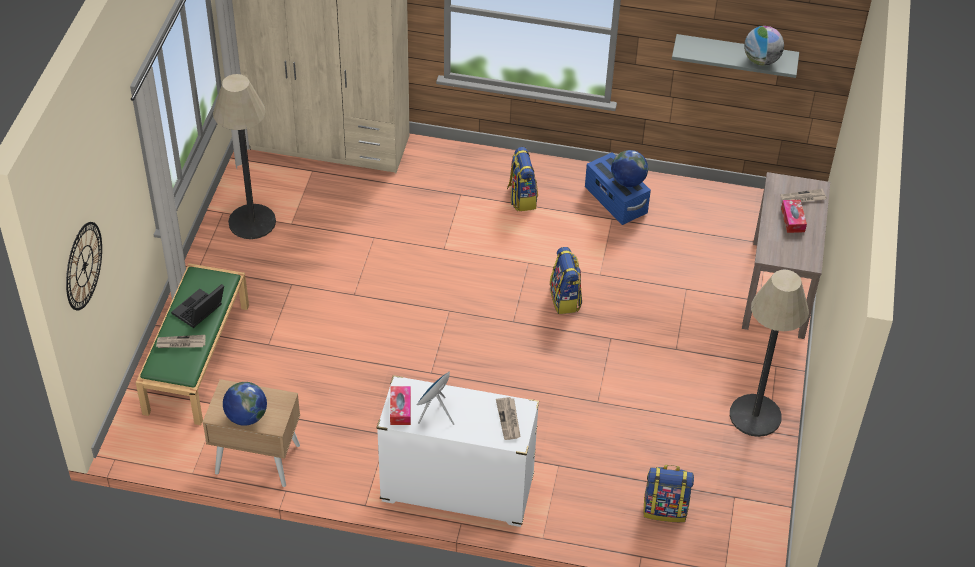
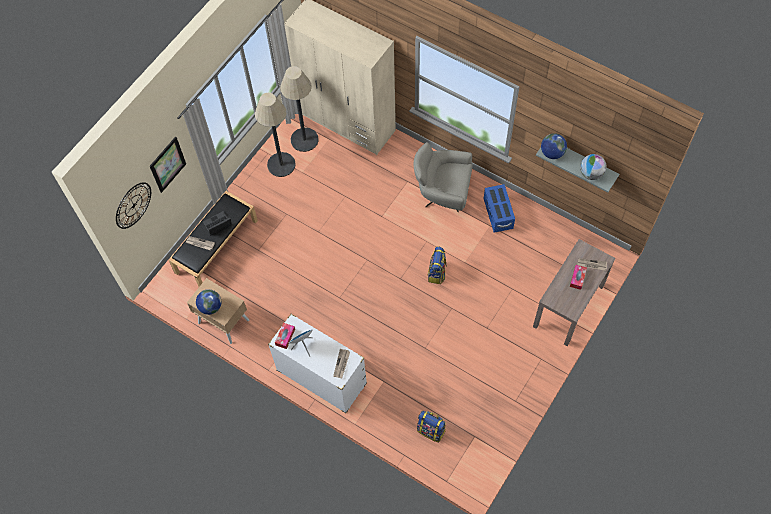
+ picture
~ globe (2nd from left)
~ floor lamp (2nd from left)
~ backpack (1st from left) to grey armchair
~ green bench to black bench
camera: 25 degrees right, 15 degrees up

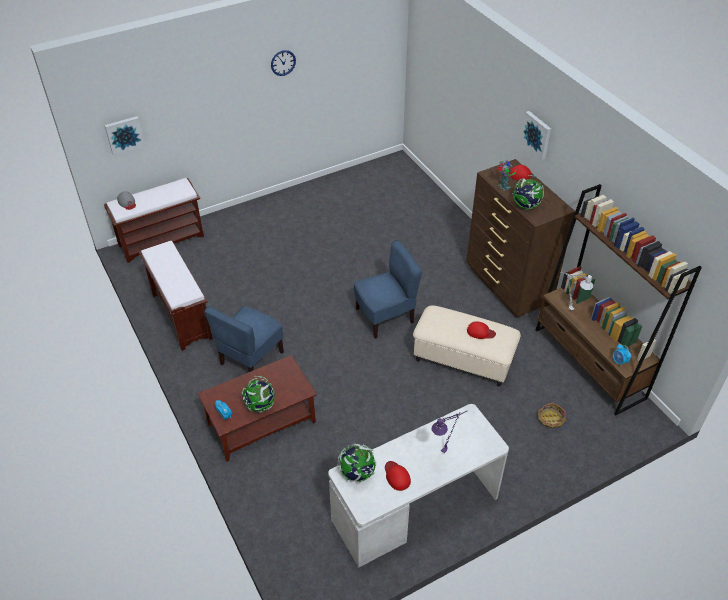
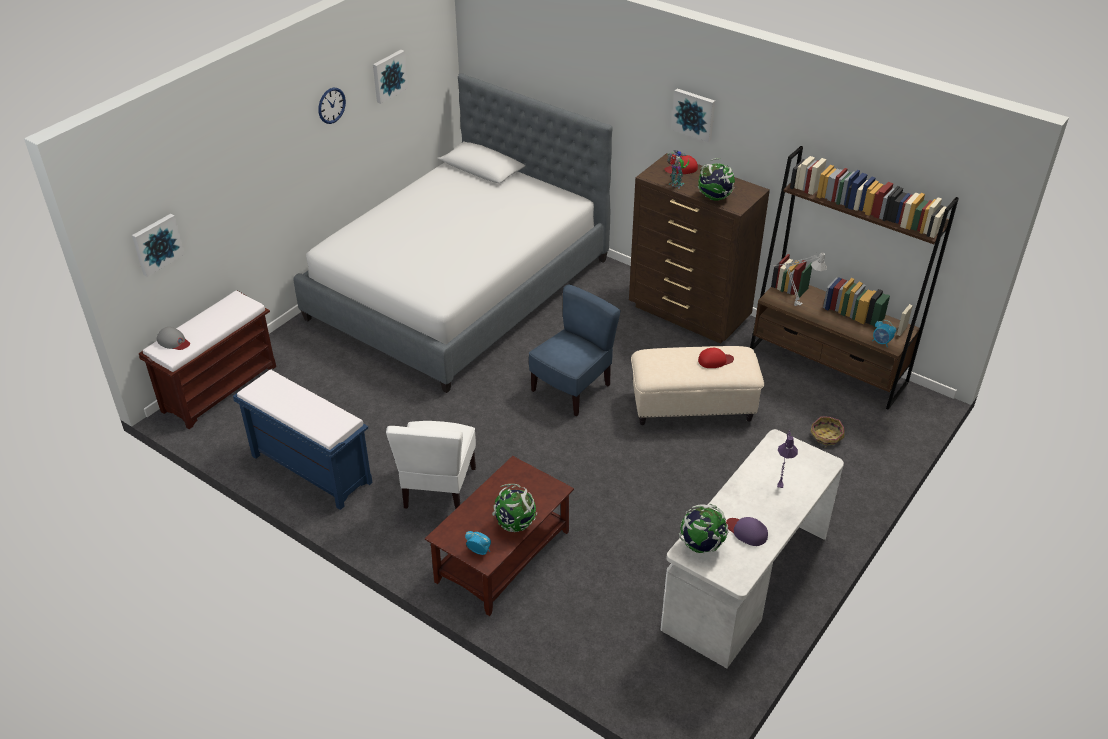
+ bed
+ picture (2nd from left)
~ brown bench (2nd from left) to blue bench
~ blue chair (1st from left) to white chair
~ red cap (1st from left) to purple cap
camera: 25 degrees left, 5 degrees down

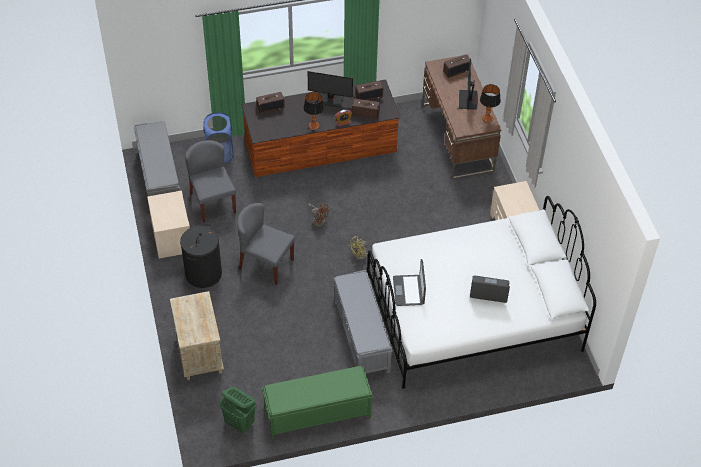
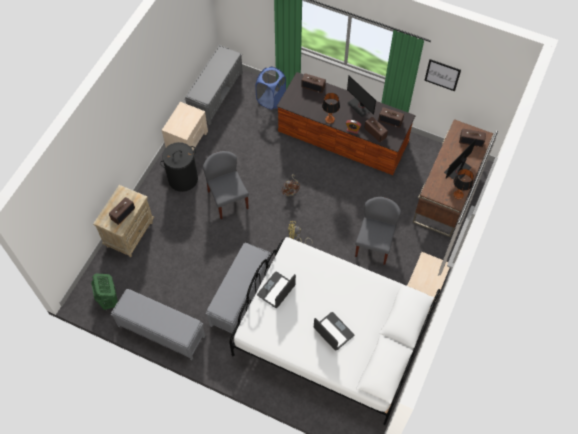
+ radio (1st from left)
+ picture
~ grey chair (1st from left in the first image) to grey chair (2nd from left)
~ green bench to grey bench (1st from left)
camera: 40 degrees right, 10 degrees up

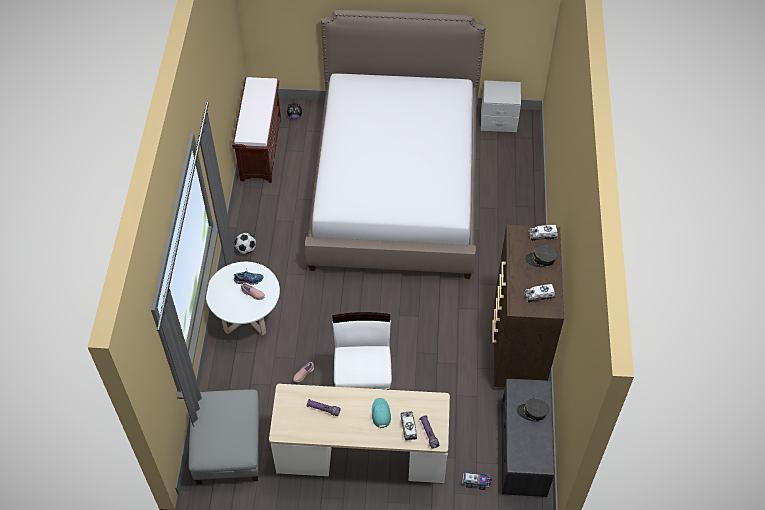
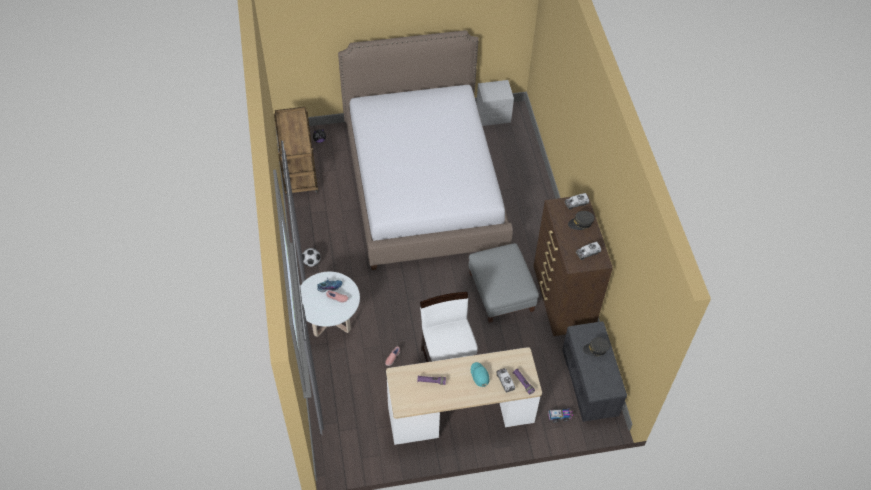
~ grey ottoman
~ brown bench to brown cart
camera: 15 degrees left, 0 degrees up

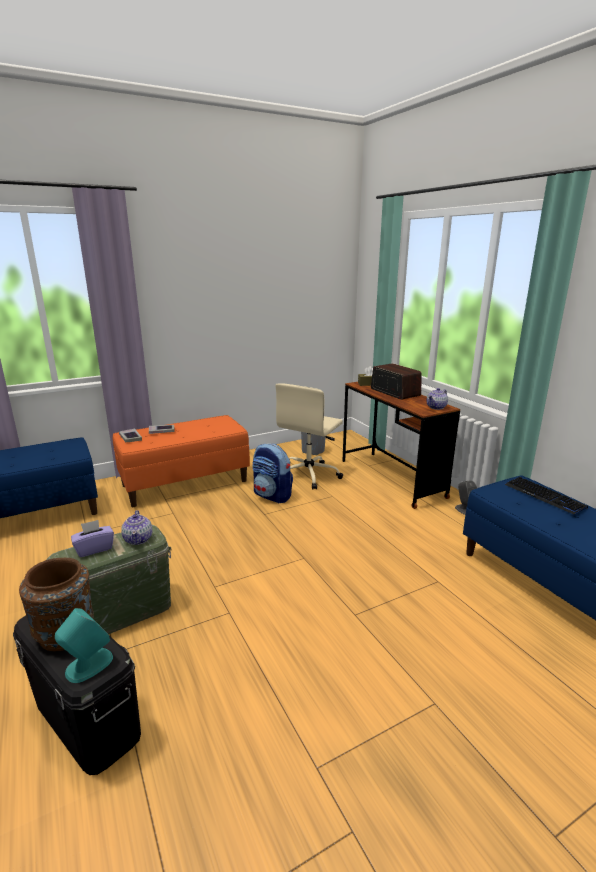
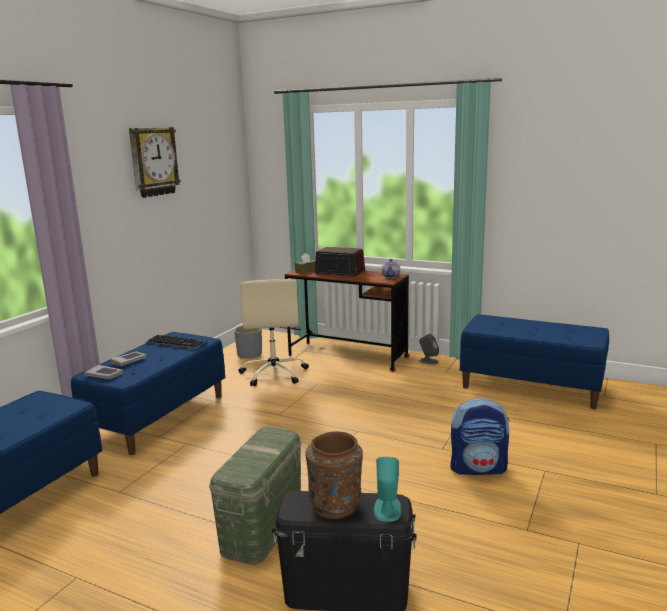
- purple tissue box
- teapot (1st from left)
+ wall clock
~ backpack
~ keyboard
~ orange bench to blue bench (2nd from left)
camera: 35 degrees left, 5 degrees down

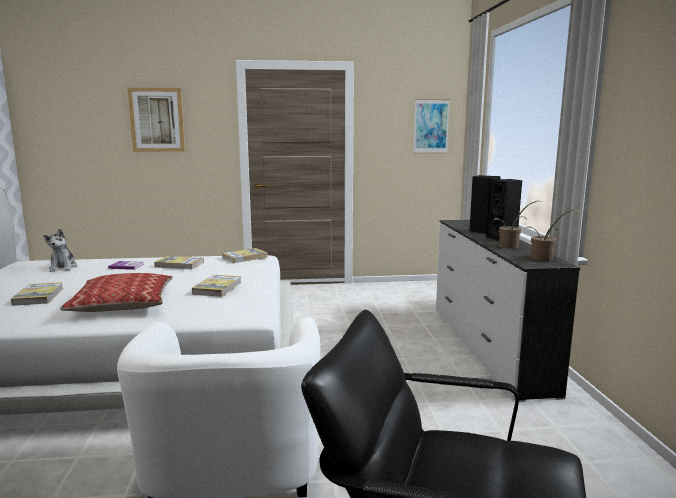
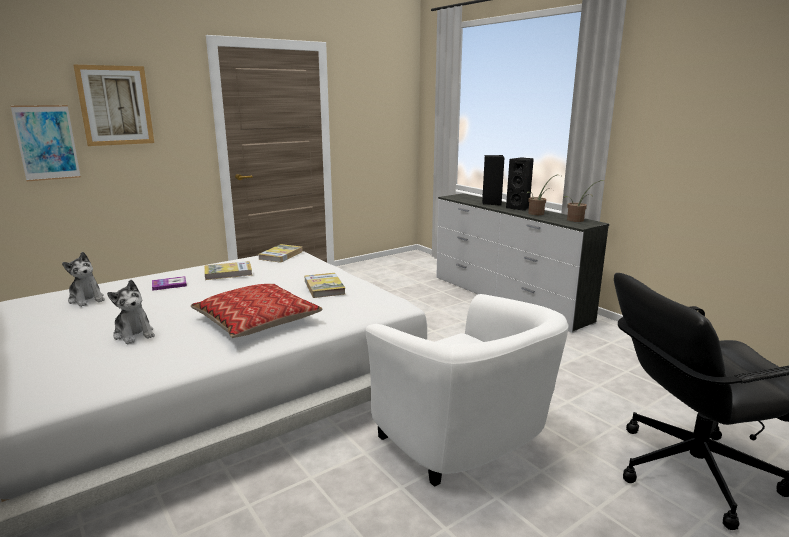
~ picture (2nd from left in the first image) to picture (1st from left)
~ book (1st from left) to plush toy (2nd from left)
camera: 30 degrees left, 5 degrees up

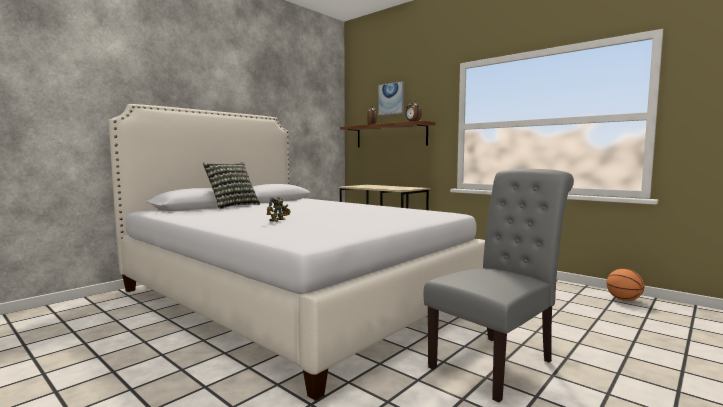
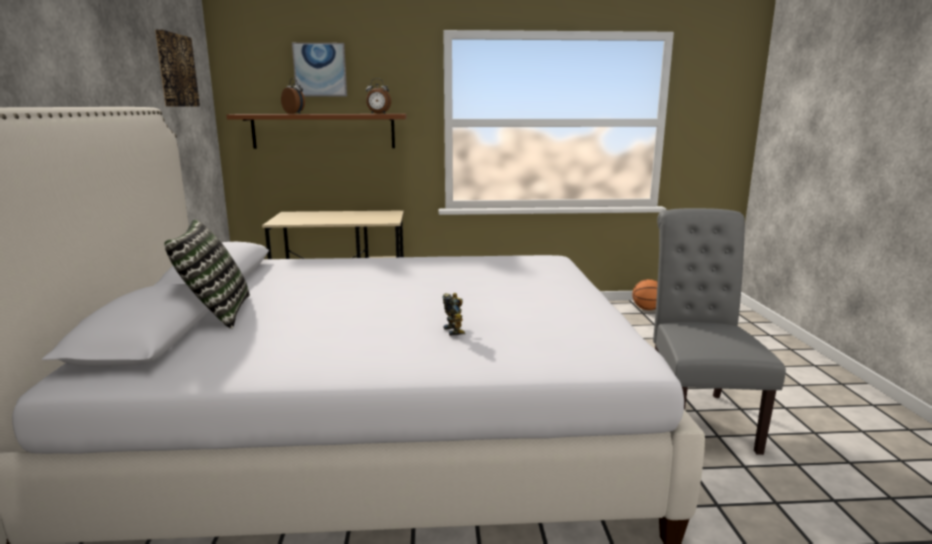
+ picture (1st from left)
camera: 45 degrees left, 10 degrees up

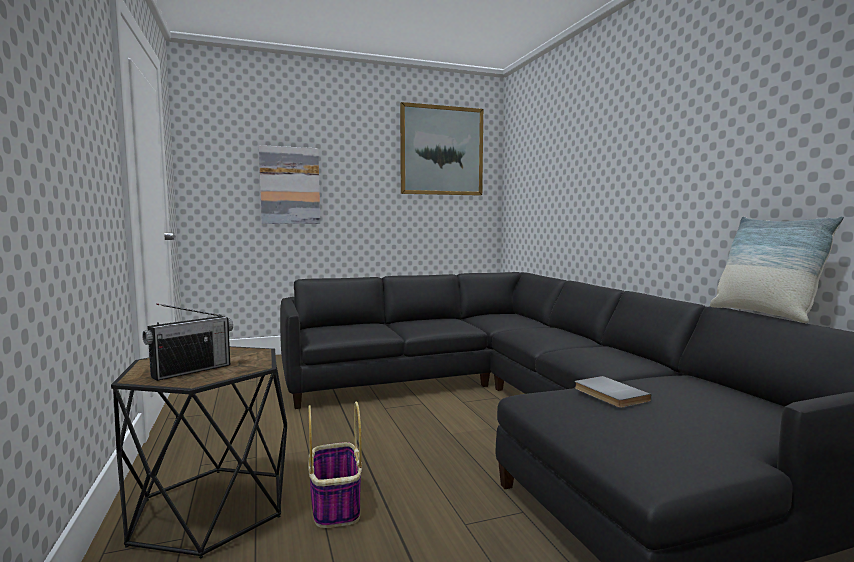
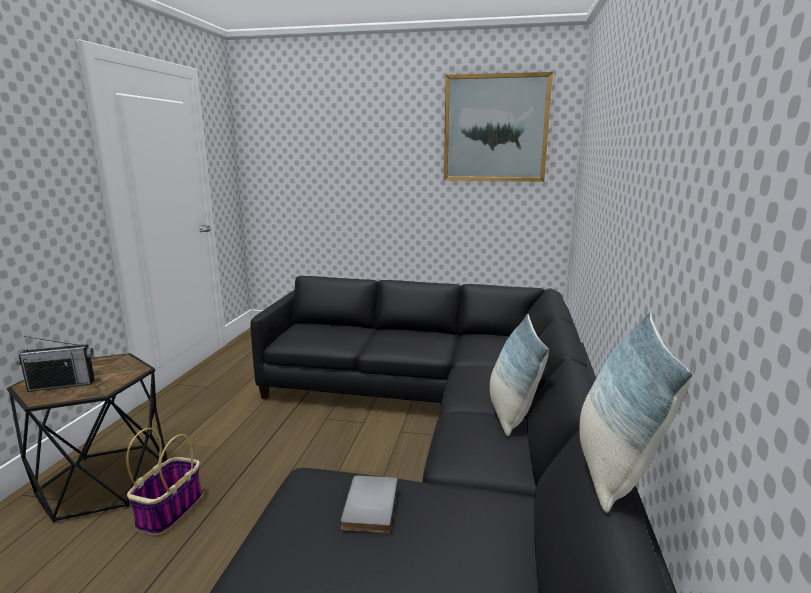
- picture (1st from left)
+ pillow (1st from left)
camera: 30 degrees right, 10 degrees up

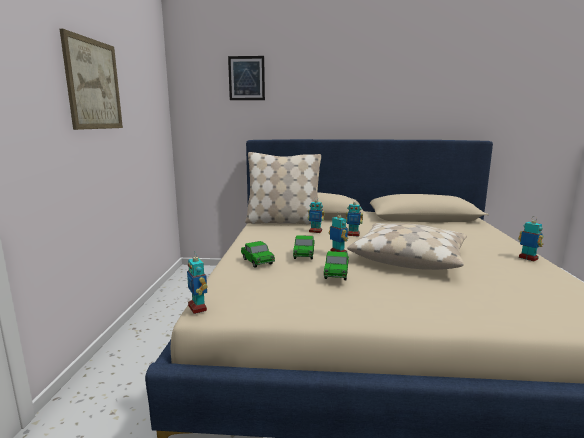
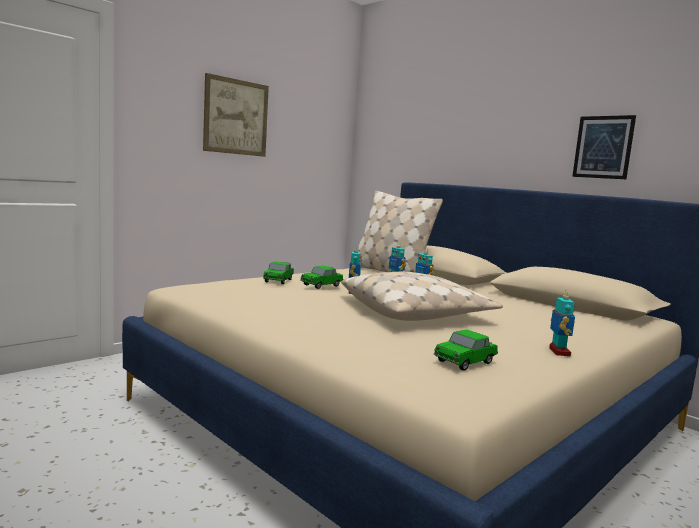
- toy robot (1st from left)
~ picture (2nd from left)
~ toy car (3rd from left)
camera: 40 degrees right, 5 degrees down

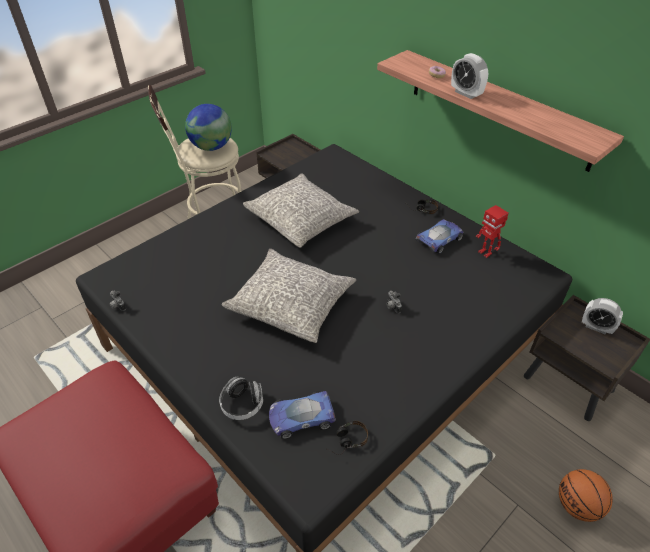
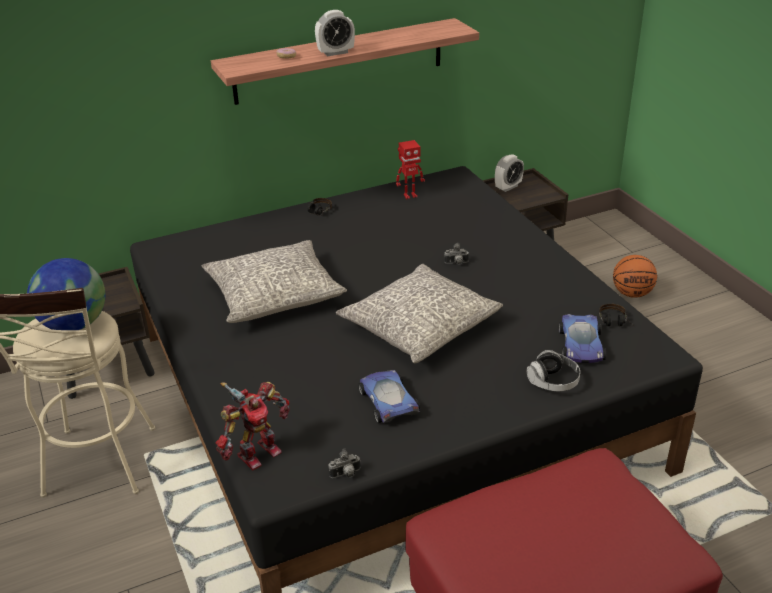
+ toy robot (1st from left)
~ toy car (2nd from left in the first image) to toy car (1st from left)
camera: 70 degrees left, 10 degrees down

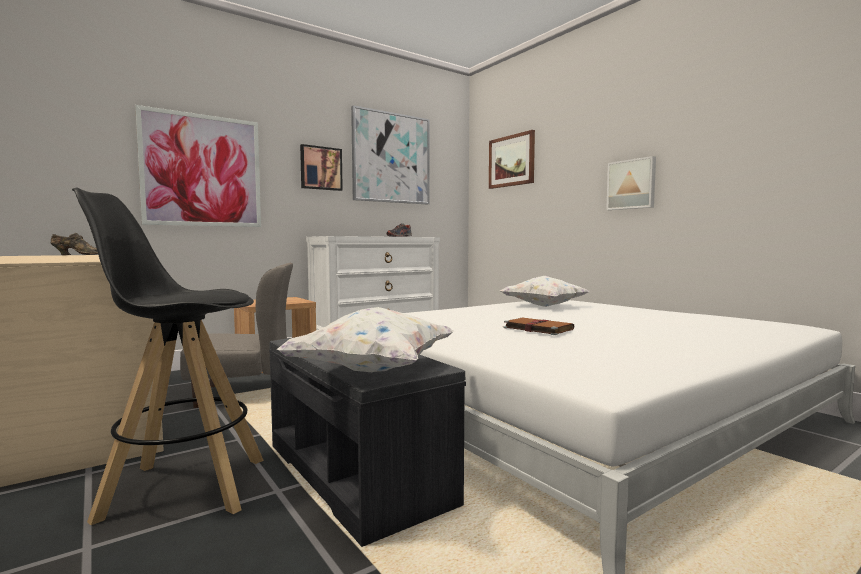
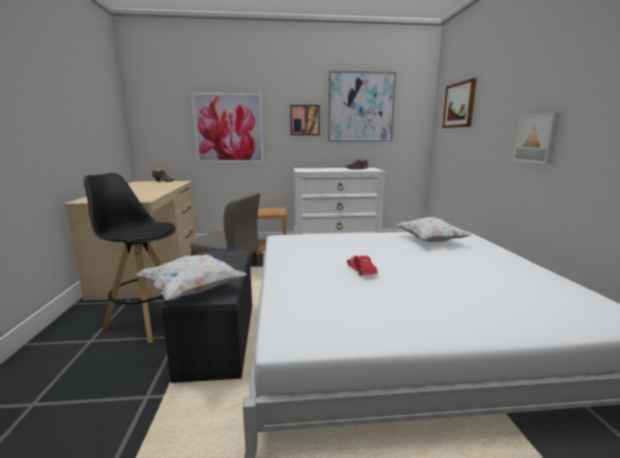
~ brown book to red toy car
camera: 30 degrees right, 10 degrees up

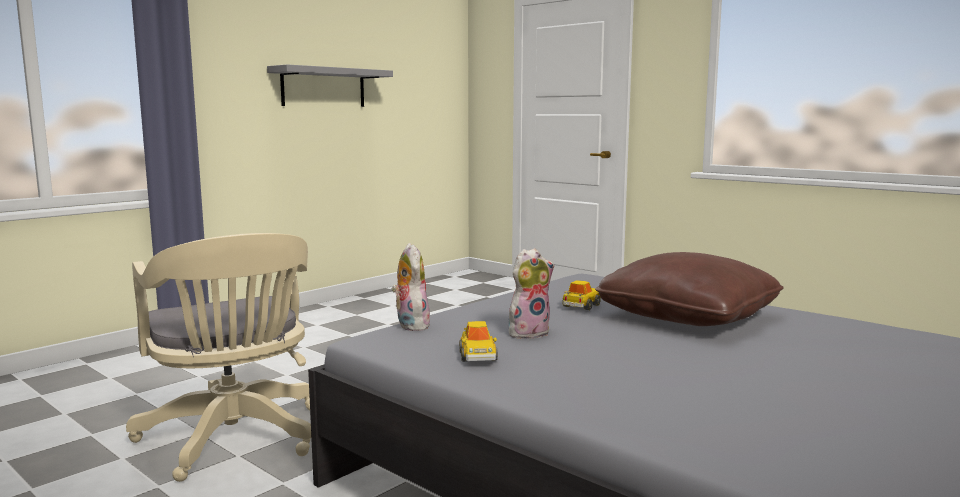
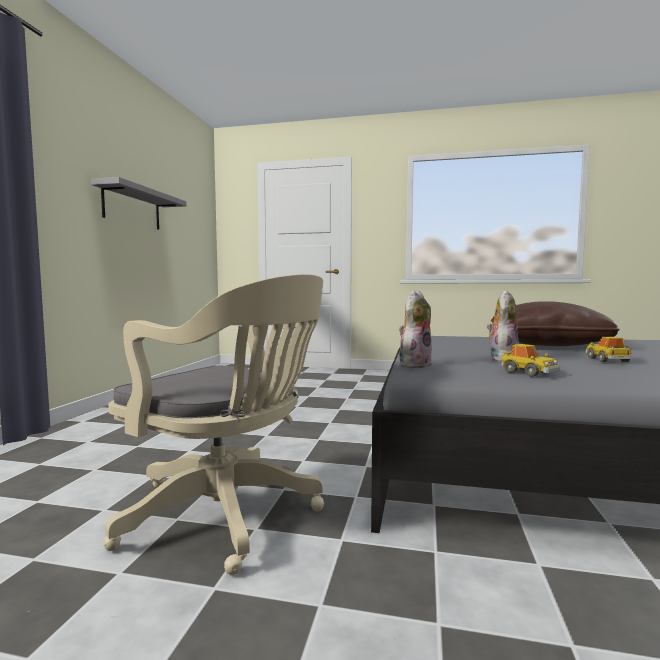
~ toy car (2nd from left)
~ plush toy (1st from left) 90 degrees clockwise
camera: 30 degrees left, 5 degrees down

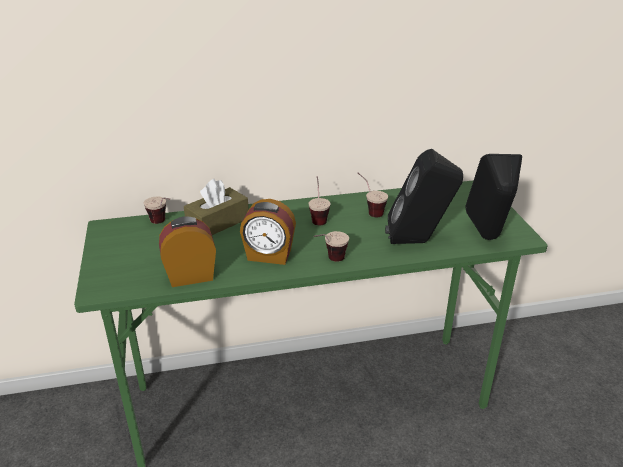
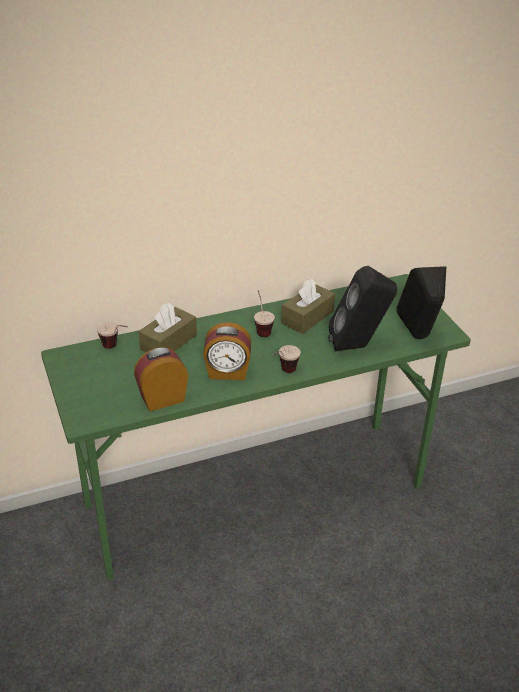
~ cup (4th from left) to brown tissue box (2nd from left)
camera: 10 degrees left, 5 degrees up

